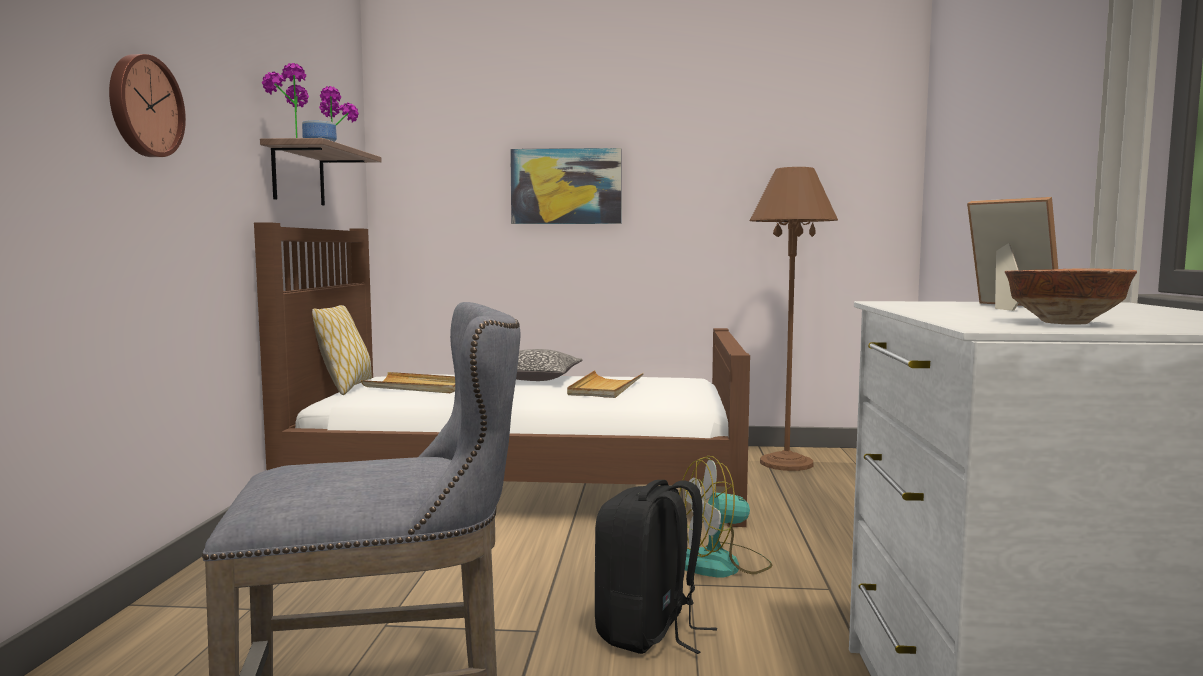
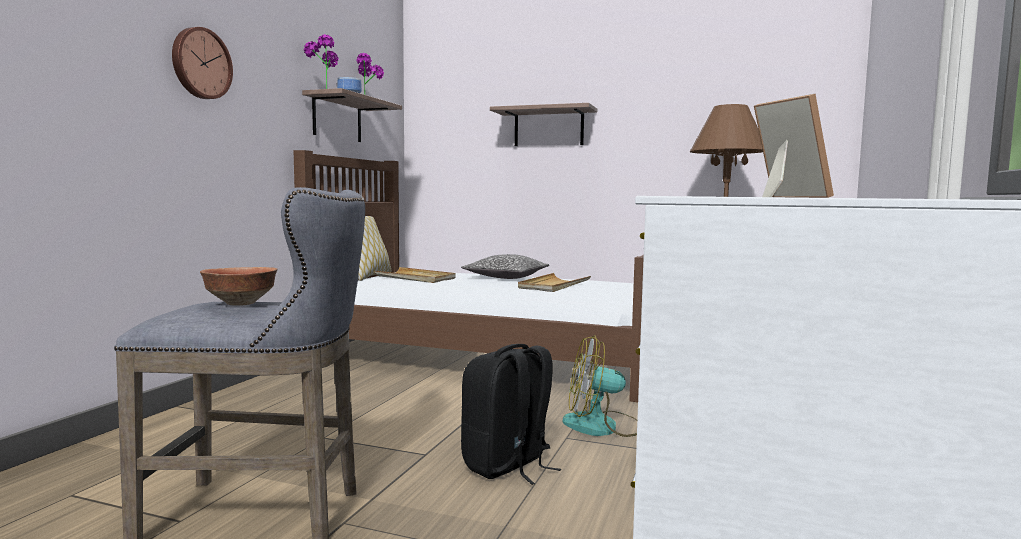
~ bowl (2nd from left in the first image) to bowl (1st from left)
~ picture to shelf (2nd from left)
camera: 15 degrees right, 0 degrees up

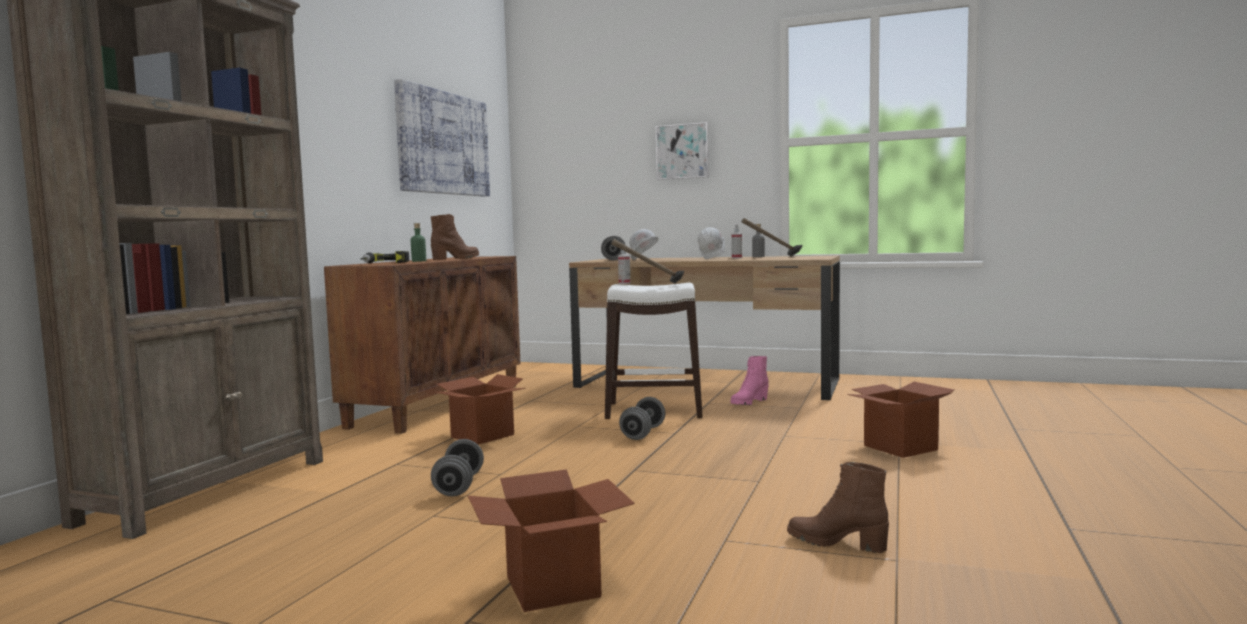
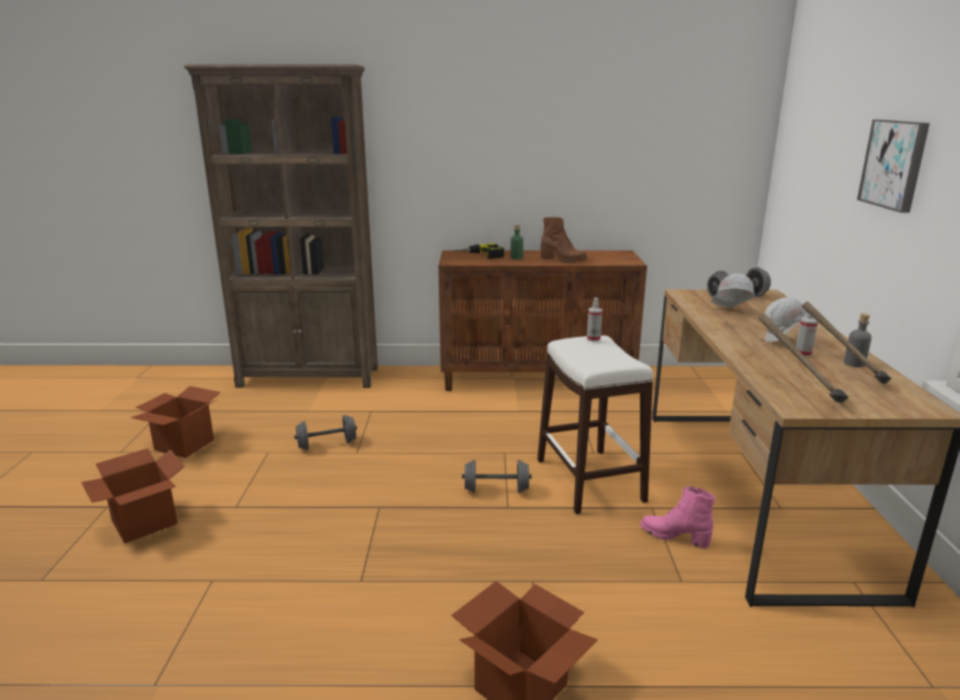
- picture (1st from left)
- brown boot (2nd from left)
~ cardboard box (1st from left in the first image) to cardboard box (2nd from left)
~ hammer (1st from left)
camera: 70 degrees right, 15 degrees up

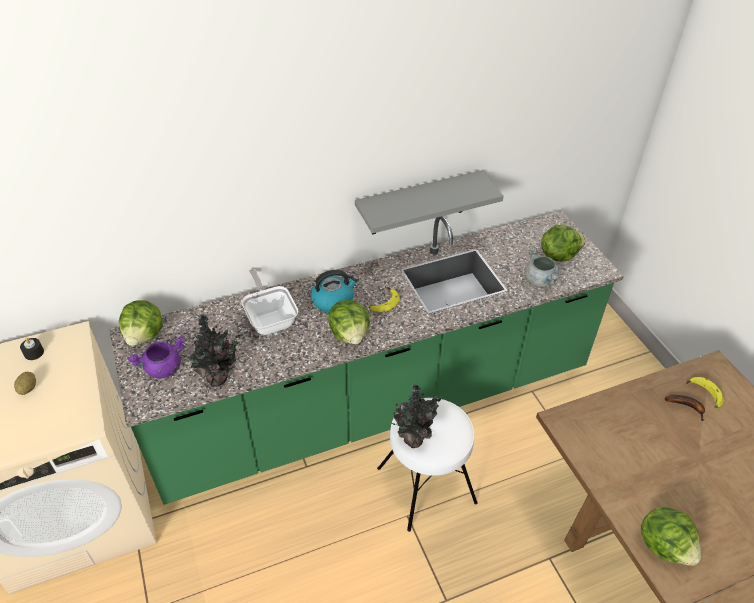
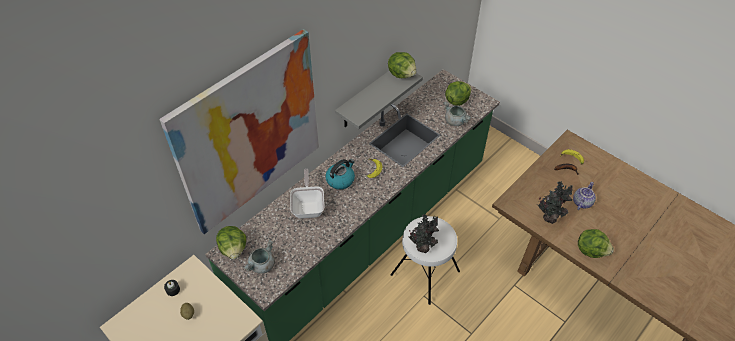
+ picture
+ teapot
~ potted plant (1st from left in the first image) to potted plant (2nd from left)
~ lettuce (2nd from left)
~ purple cooking pot to grey cooking pot (1st from left)
~ frying pan 45 degrees clockwise
camera: 25 degrees left, 5 degrees up

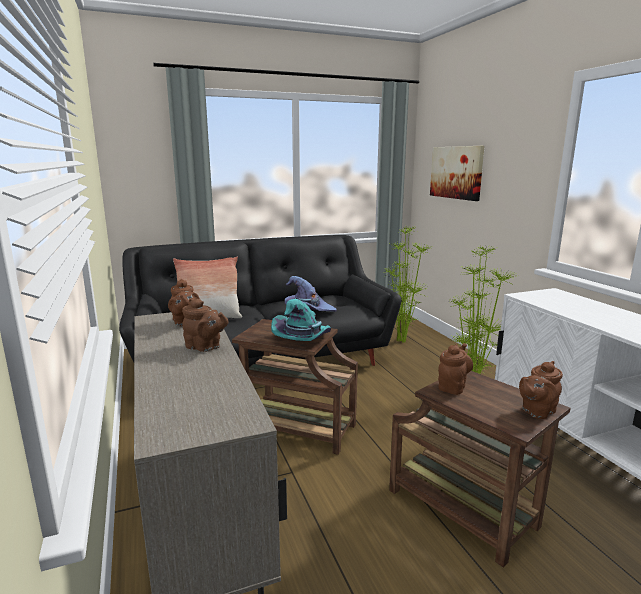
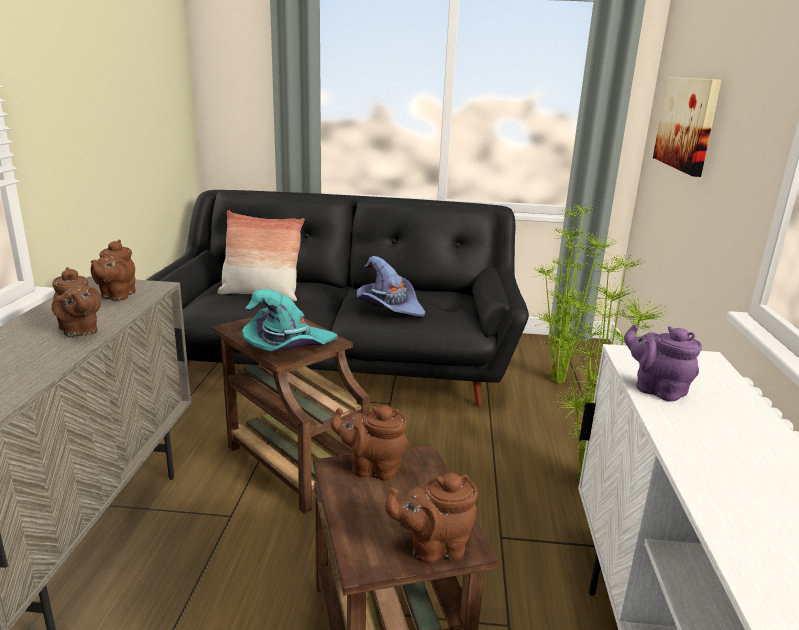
+ purple teapot
~ brown teapot (3rd from left) 135 degrees counterclockwise
camera: 25 degrees right, 5 degrees up

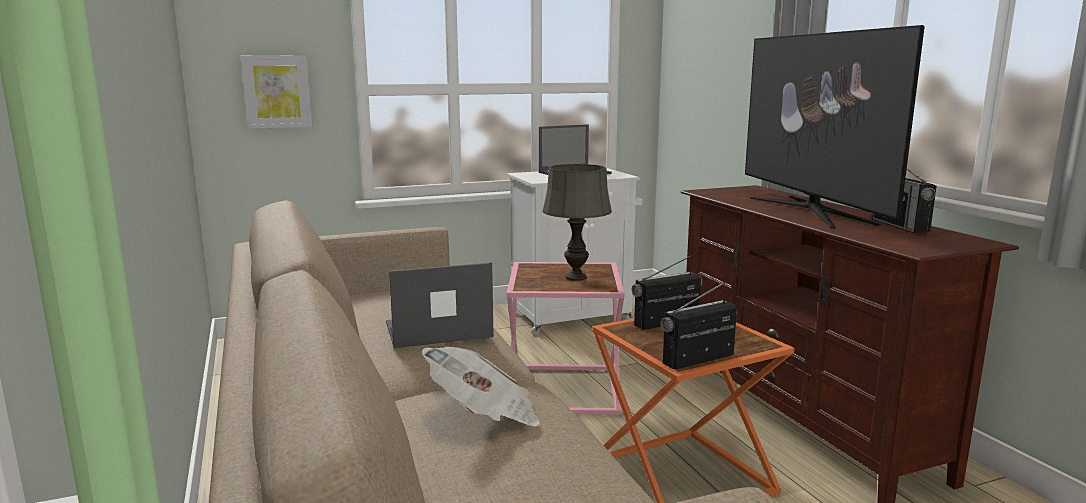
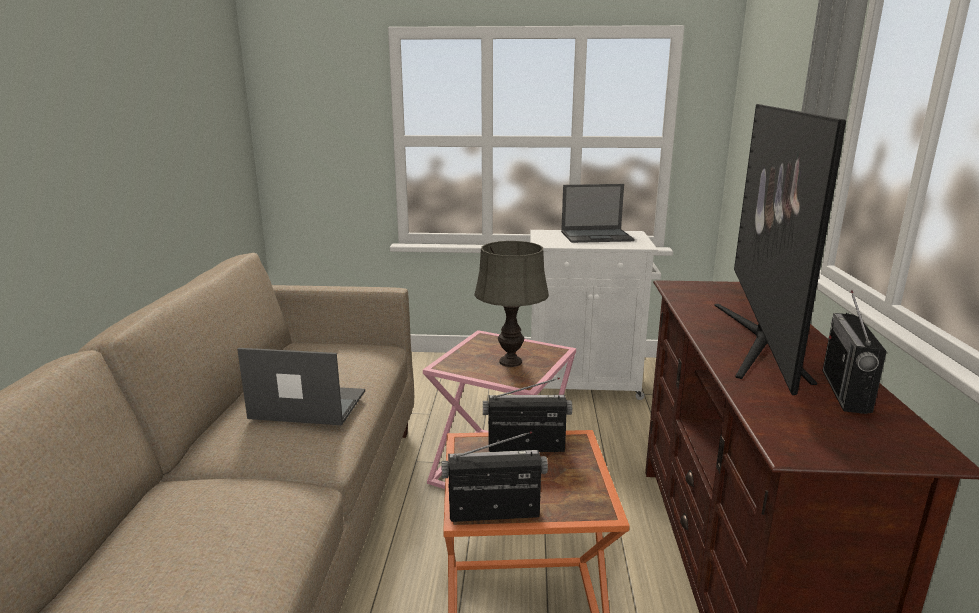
- picture
- newspaper
camera: 25 degrees right, 5 degrees up

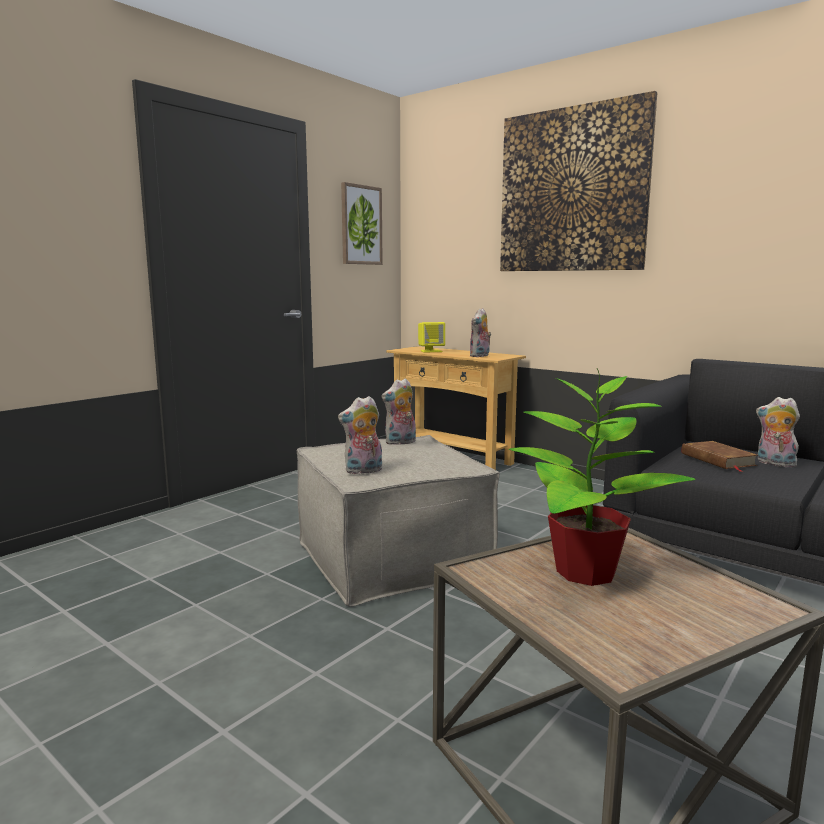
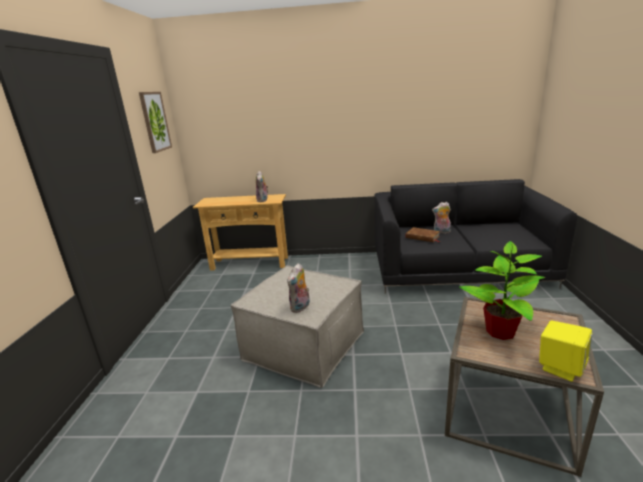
- plush toy (2nd from left)
- picture (2nd from left)
~ yellow speaker
camera: 35 degrees left, 10 degrees up

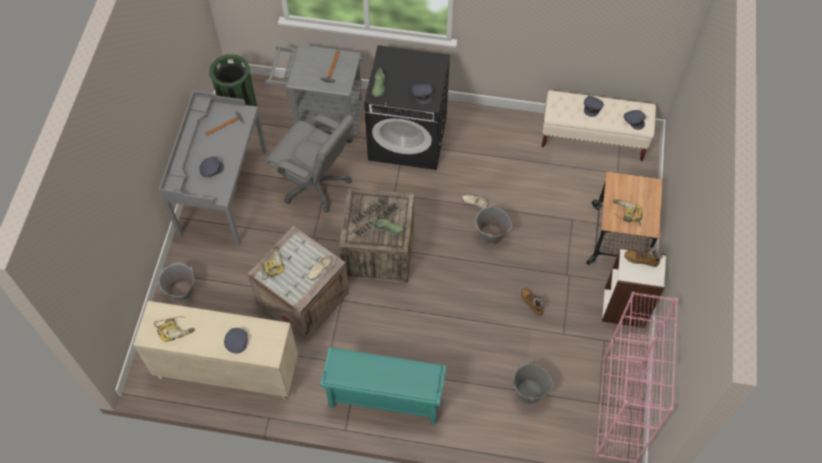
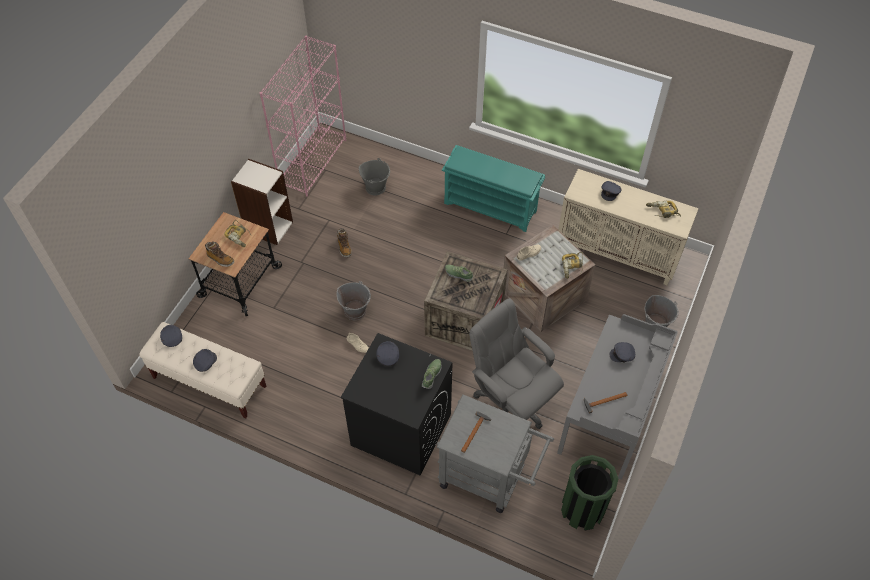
~ boot (2nd from left in the first image) to boot (1st from left)
camera: 165 degrees left, 5 degrees down

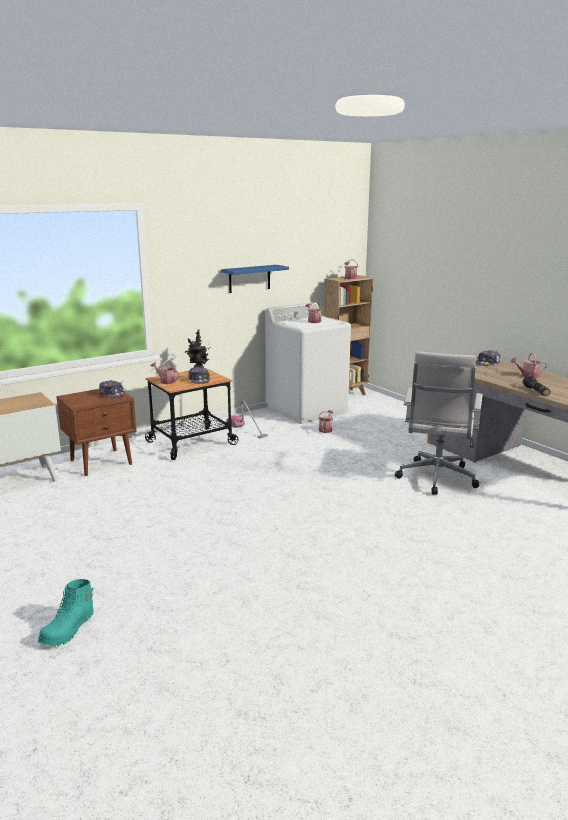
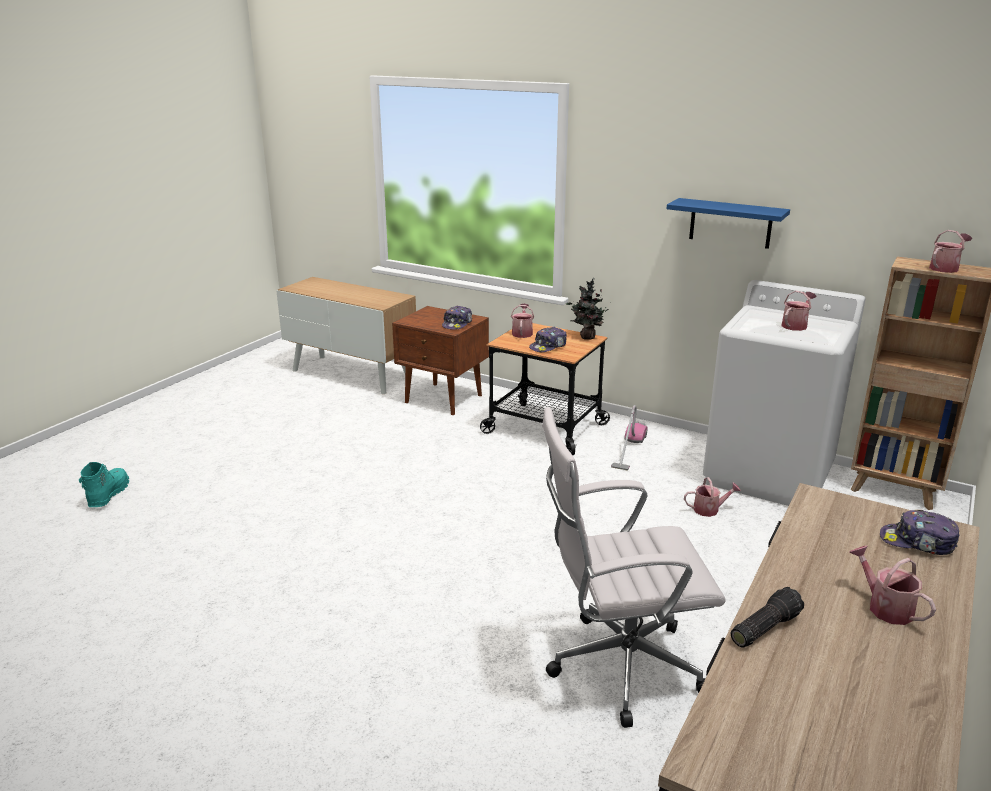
~ turquoise boot 90 degrees clockwise
camera: 65 degrees right, 5 degrees up

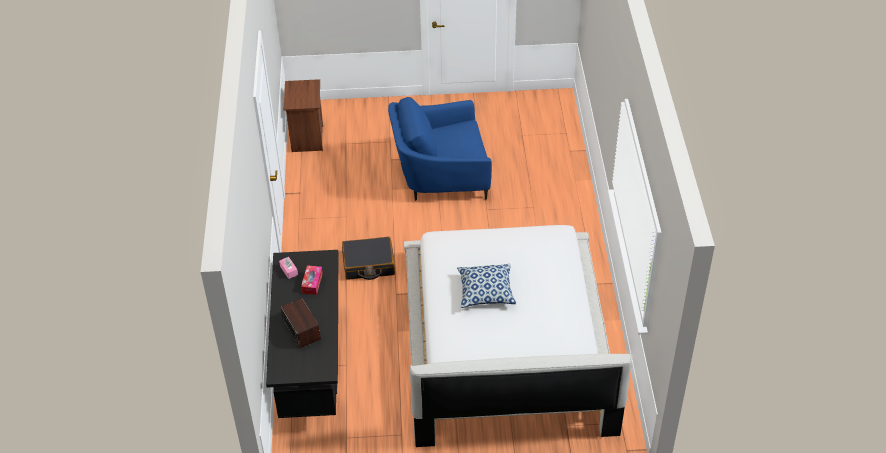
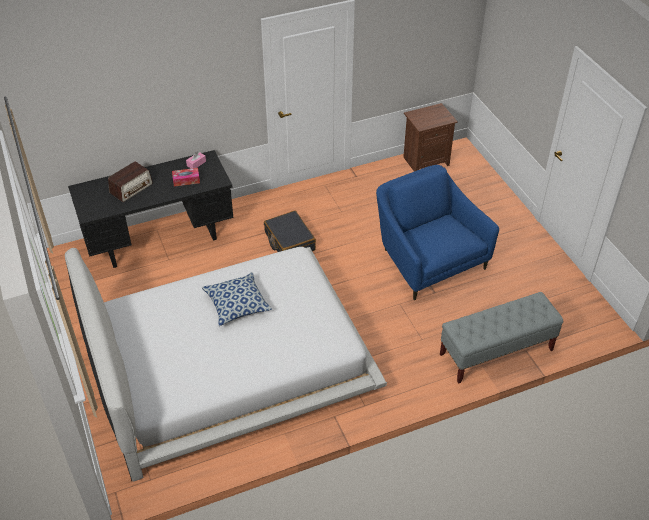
+ grey bench
camera: 70 degrees right, 0 degrees up

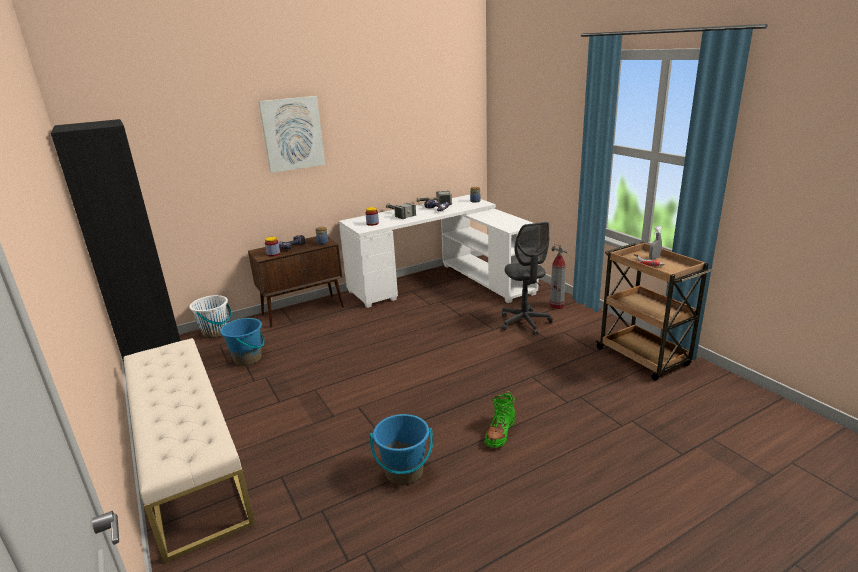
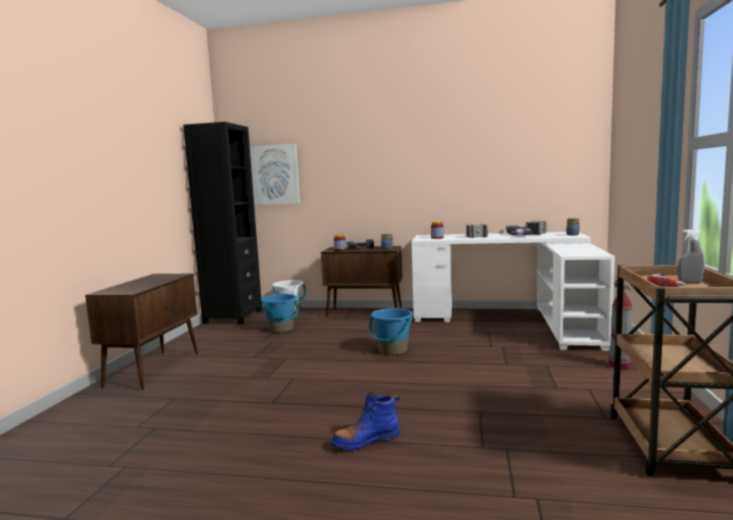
- grey office chair
~ picture
~ blue bucket (2nd from left)
~ beige bench to brown cabinet (1st from left)
~ green boot to blue boot
camera: 40 degrees right, 15 degrees down

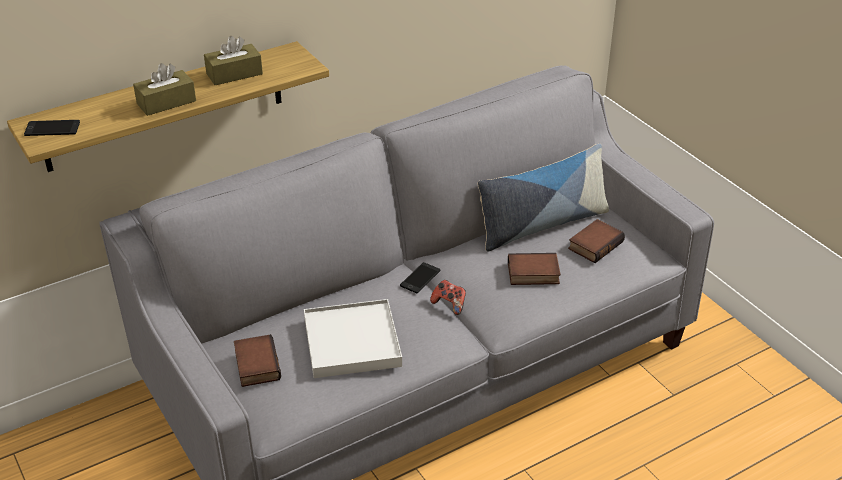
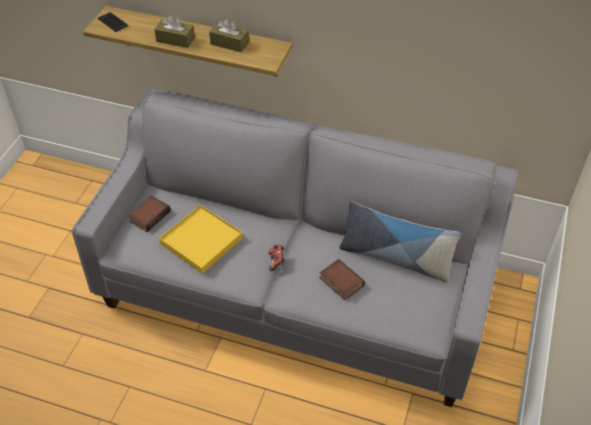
- phone (2nd from left)
- book (3rd from left)
~ white tray to yellow tray
camera: 50 degrees right, 10 degrees up

